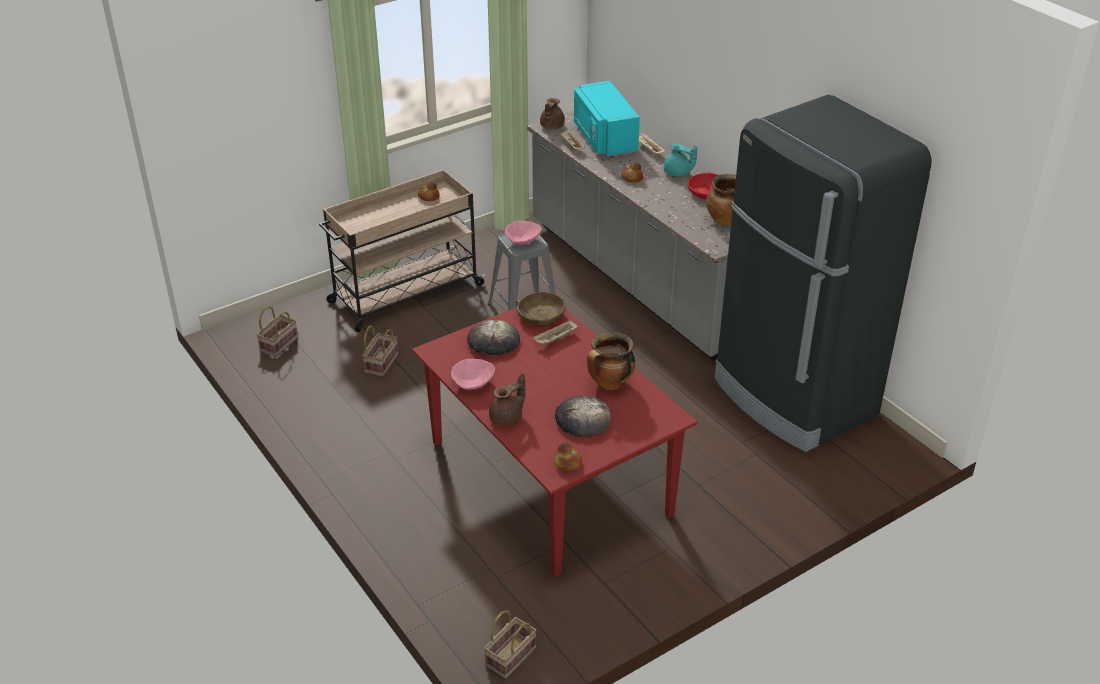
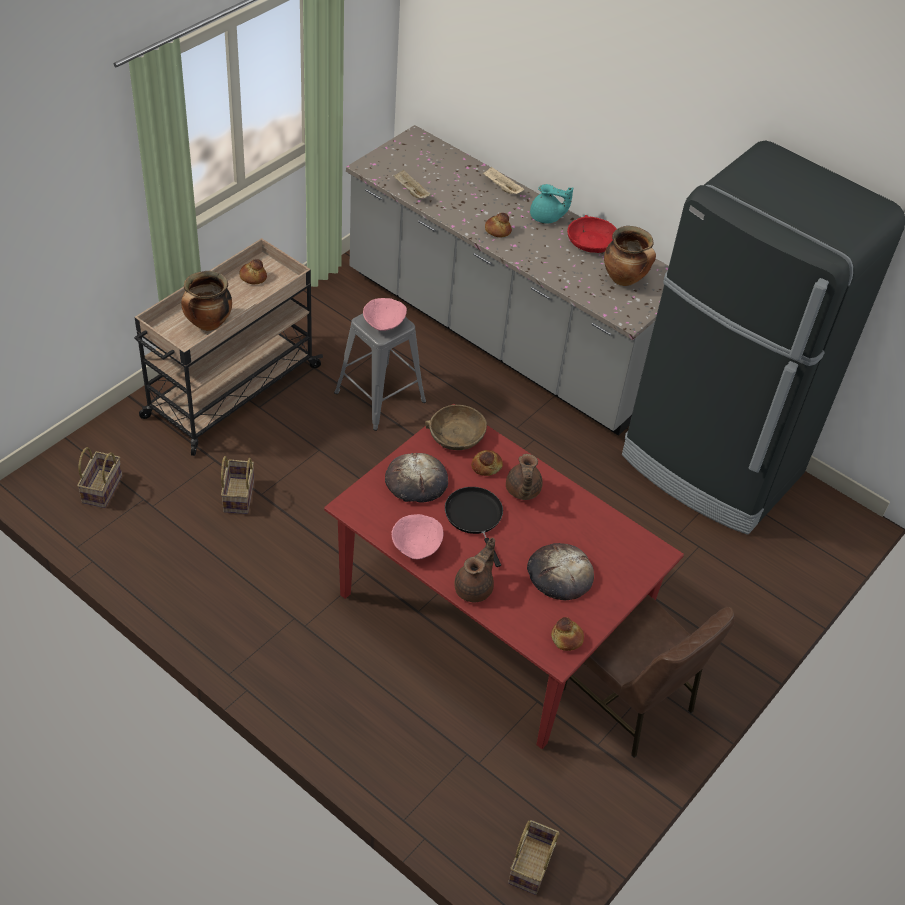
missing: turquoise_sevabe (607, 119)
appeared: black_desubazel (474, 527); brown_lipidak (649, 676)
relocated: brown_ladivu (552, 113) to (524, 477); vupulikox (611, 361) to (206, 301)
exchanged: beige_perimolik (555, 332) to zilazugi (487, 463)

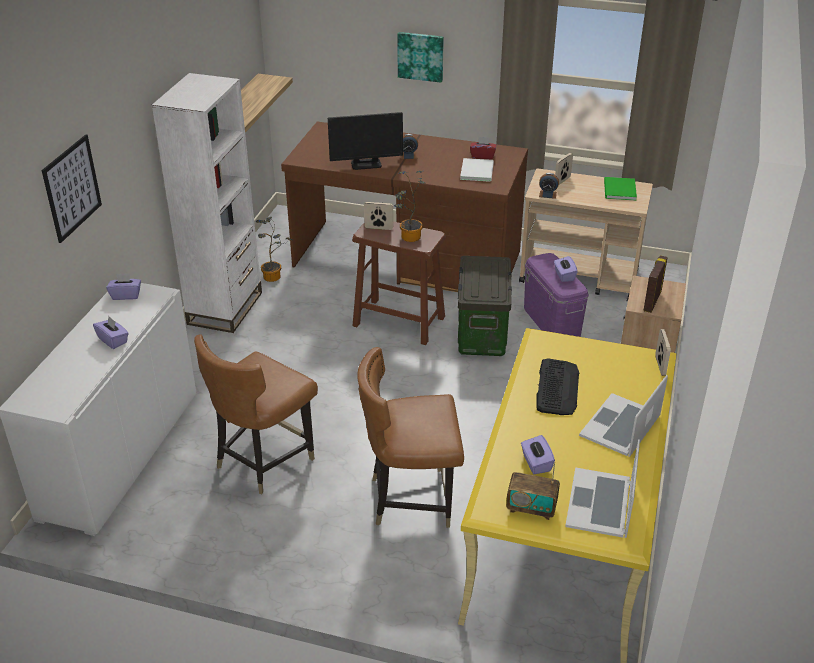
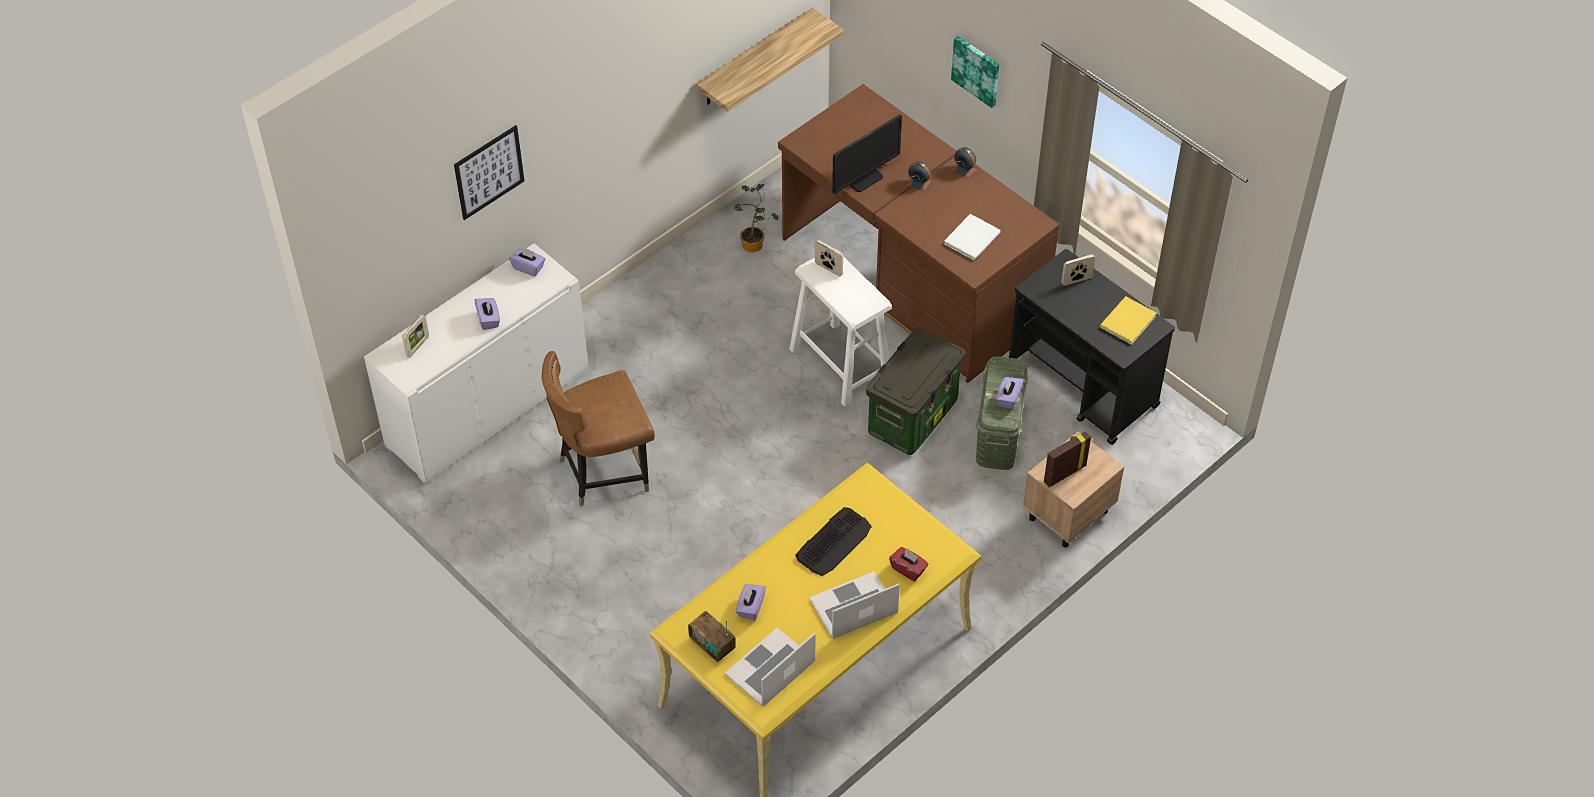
missing: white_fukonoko (207, 203); brown_lipidak (410, 437); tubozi (409, 206)
relocated: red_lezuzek (483, 147) to (908, 564); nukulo (549, 186) to (964, 162); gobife (663, 352) to (415, 335)
colour: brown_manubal (399, 283) to white_manubal (840, 327); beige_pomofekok (586, 233) to black_pomofekok (1092, 347); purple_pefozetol (556, 295) to green_pefozetol (1002, 413); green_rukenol (620, 189) to yellow_rukenol (1128, 320)
spun: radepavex (365, 141) = (867, 154) 60 degrees counterclockwise

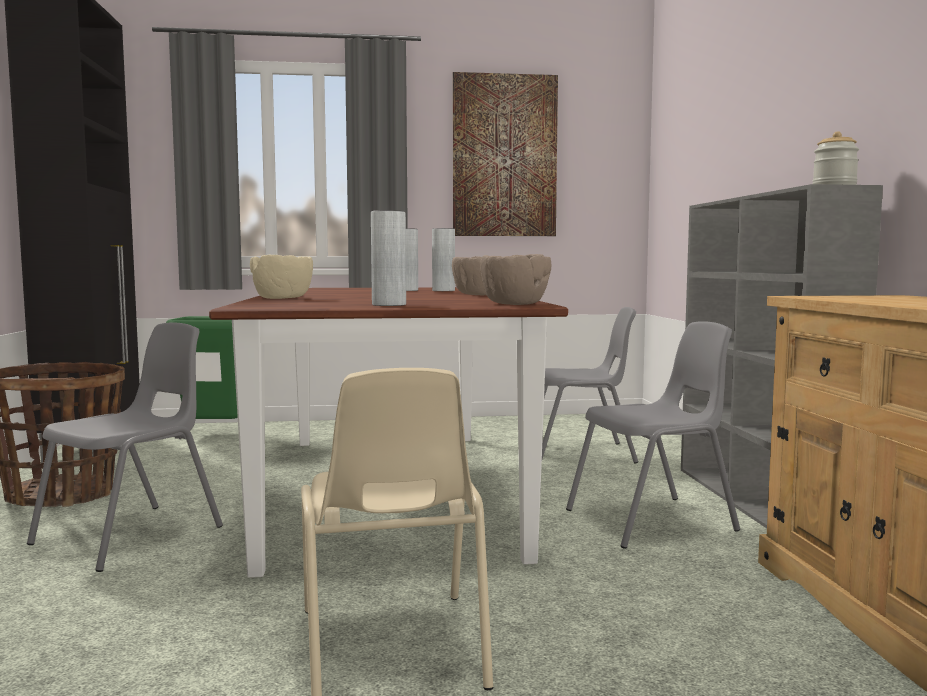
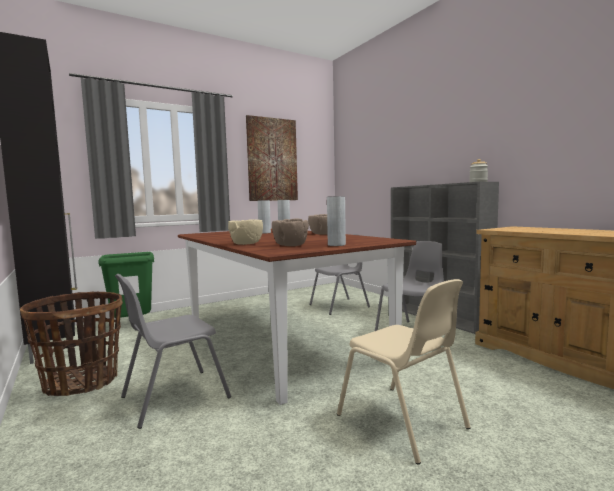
relocated: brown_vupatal (515, 279) to (290, 232)
spun: grey_lipidak (125, 447) = (173, 351) 135 degrees counterclockwise

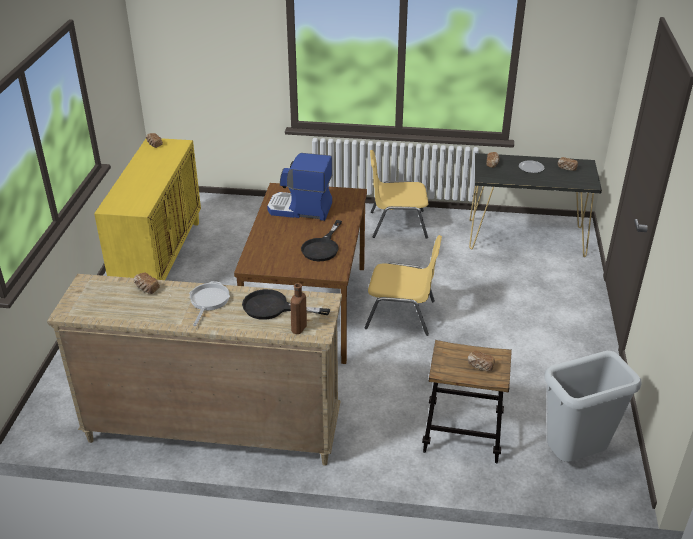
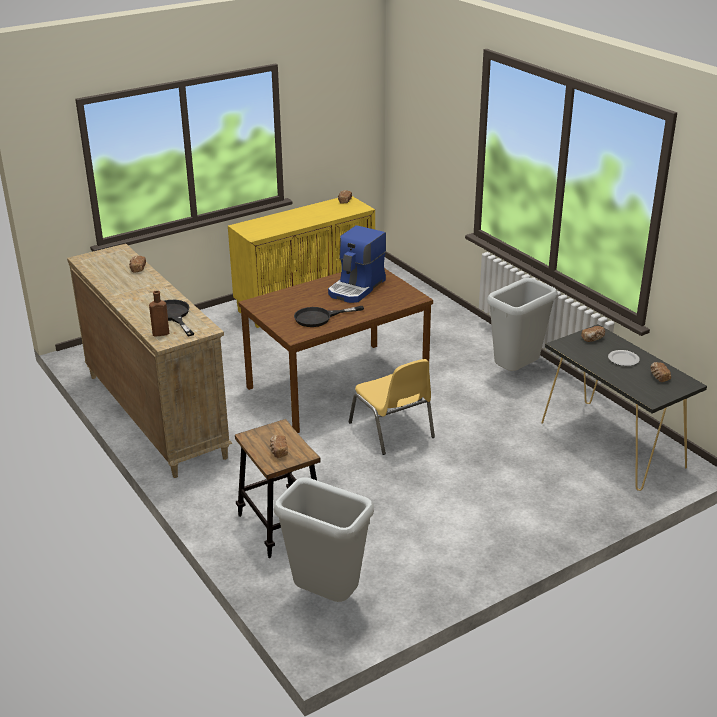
missing: desubazel (209, 303)
exchanged: yellow_lipidak (399, 194) to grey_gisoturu (522, 324)
spun: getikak (299, 187) = (357, 264) 120 degrees counterclockwise

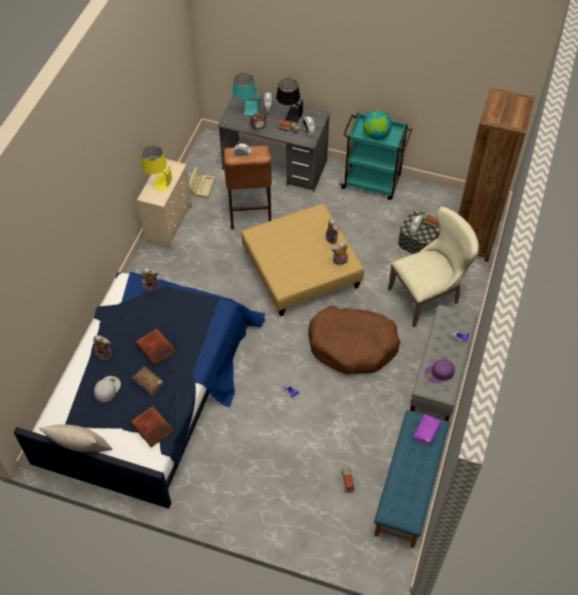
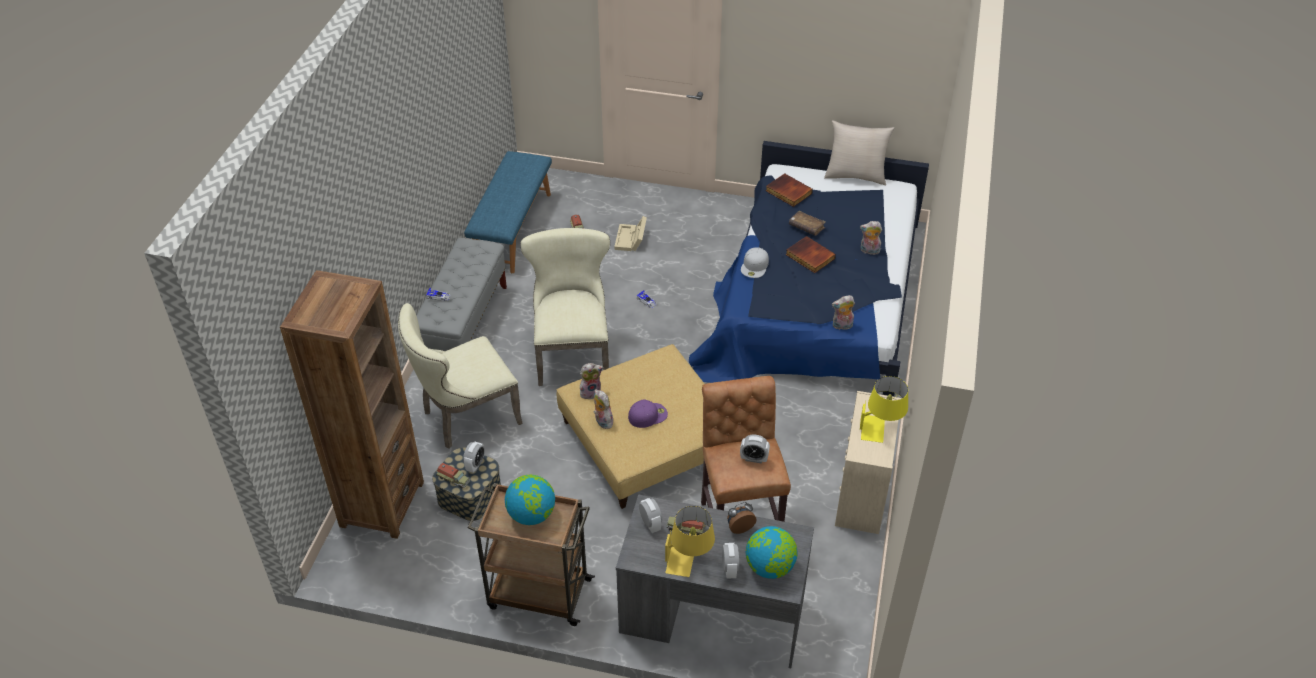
missing: purple_rukenol (427, 429)
relocated: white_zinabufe (107, 389) to (755, 262); beige_pefozetol (202, 182) to (630, 233); purple_zinabufe (439, 371) to (648, 414)
exchanged: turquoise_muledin (246, 94) to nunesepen (771, 552); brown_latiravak (354, 340) to beige_lipidak (565, 307)
colour: black_muledin (289, 100) to yellow_muledin (690, 541); turquoise_pomofekok (376, 156) to brown_pomofekok (531, 554)

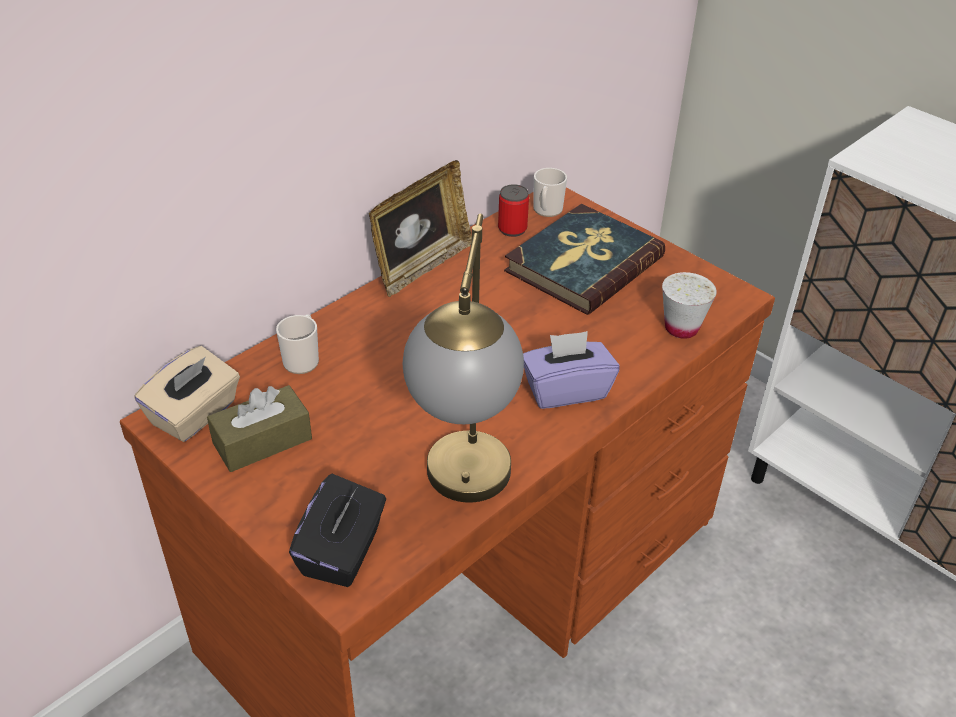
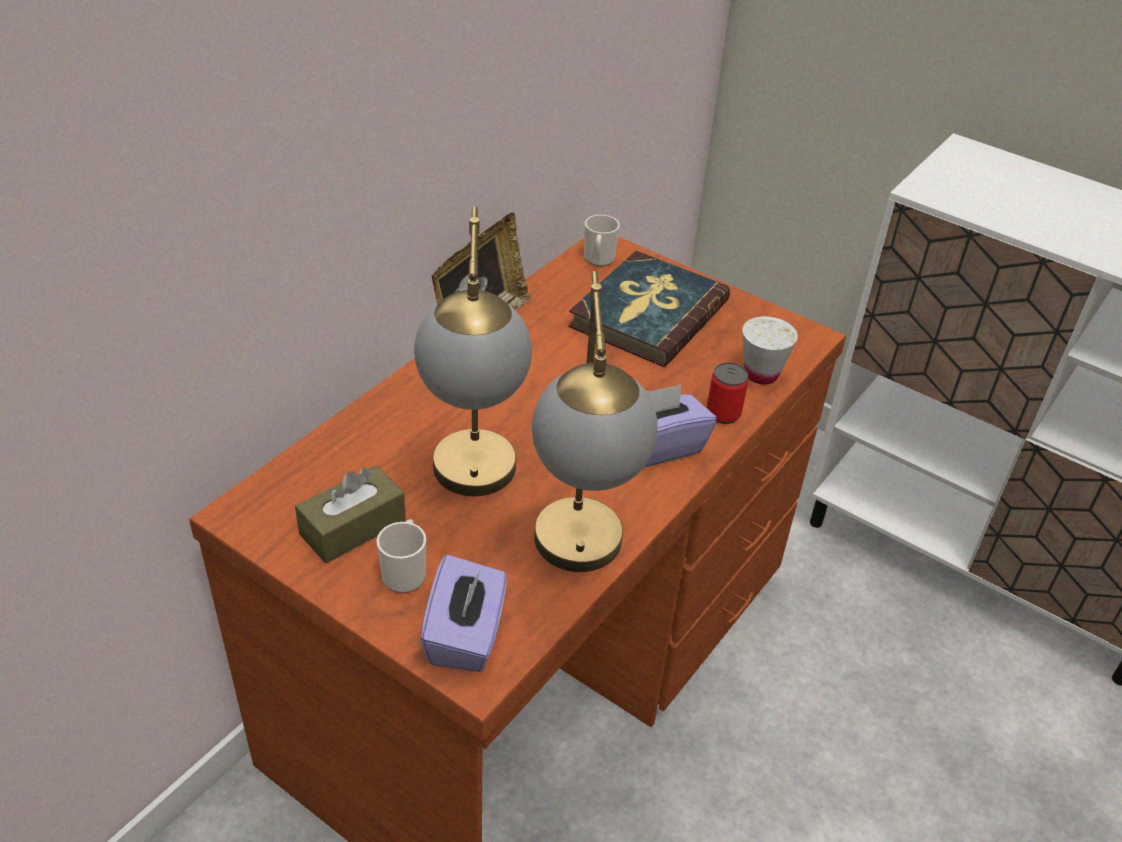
missing: beige_lezuzek (187, 394)
appeared: muledin (473, 351)
relocated: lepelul (297, 344) to (401, 556); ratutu (513, 210) to (727, 393)
colour: black_lezuzek (337, 530) to purple_lezuzek (463, 613)

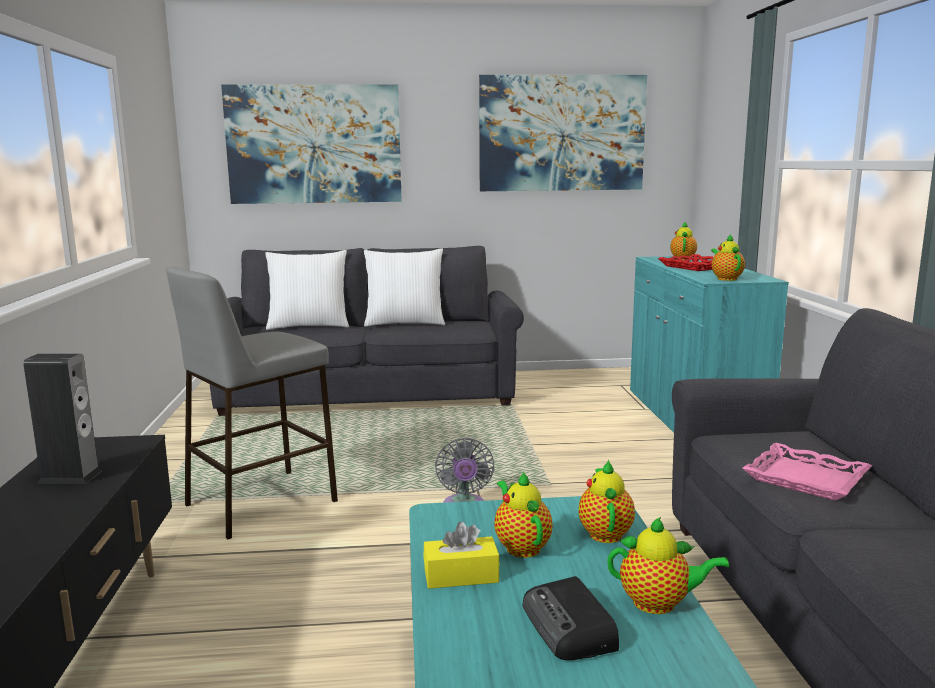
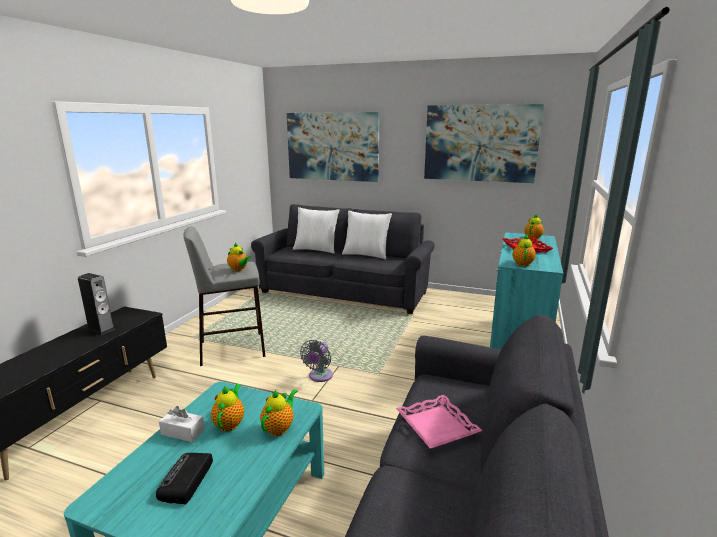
relocated: ladivu (668, 565) to (239, 257)
colour: yellow_lezuzek (461, 555) to white_lezuzek (182, 424)

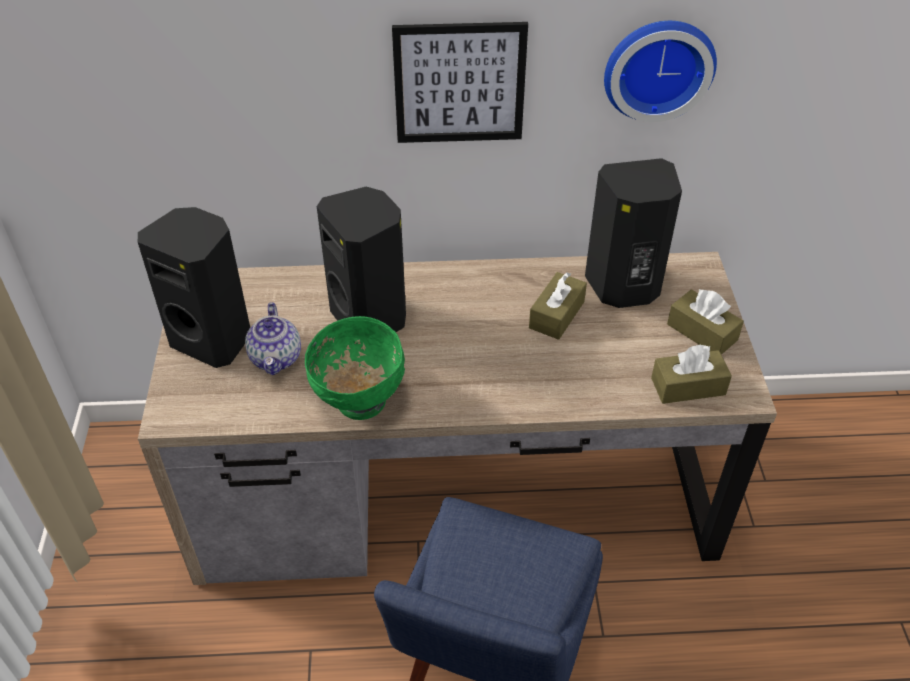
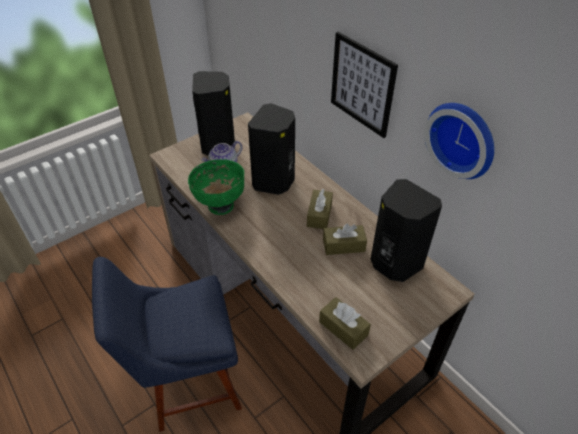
relocated: brown_lezuzek (705, 322) to (320, 209)

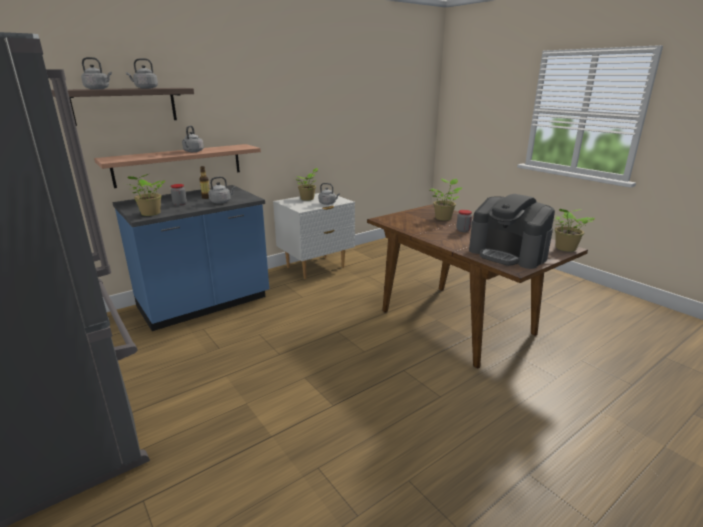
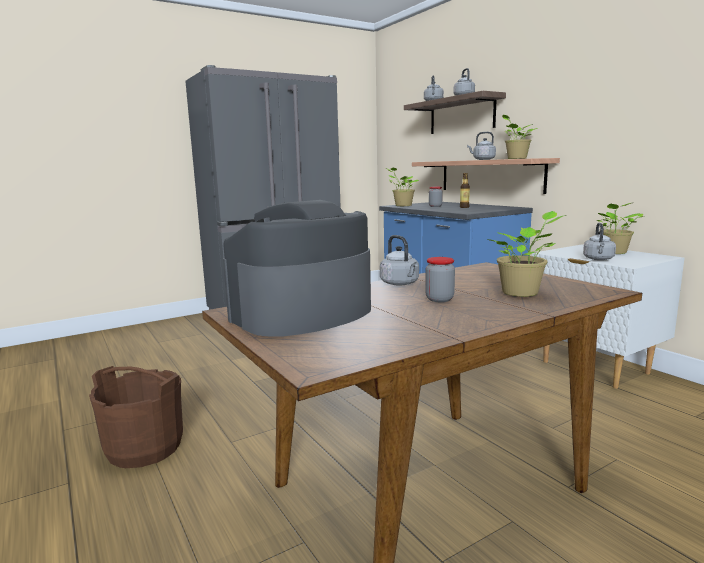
appeared: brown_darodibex (136, 417)
relocated: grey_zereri (222, 190) to (399, 260); tubozi (574, 230) to (520, 136)

